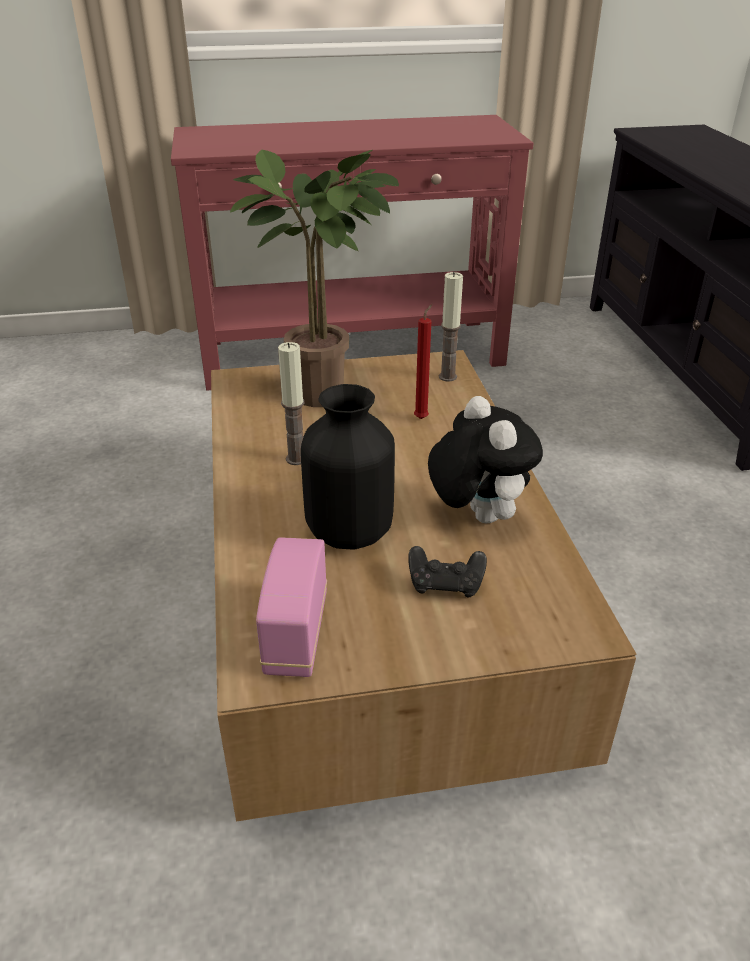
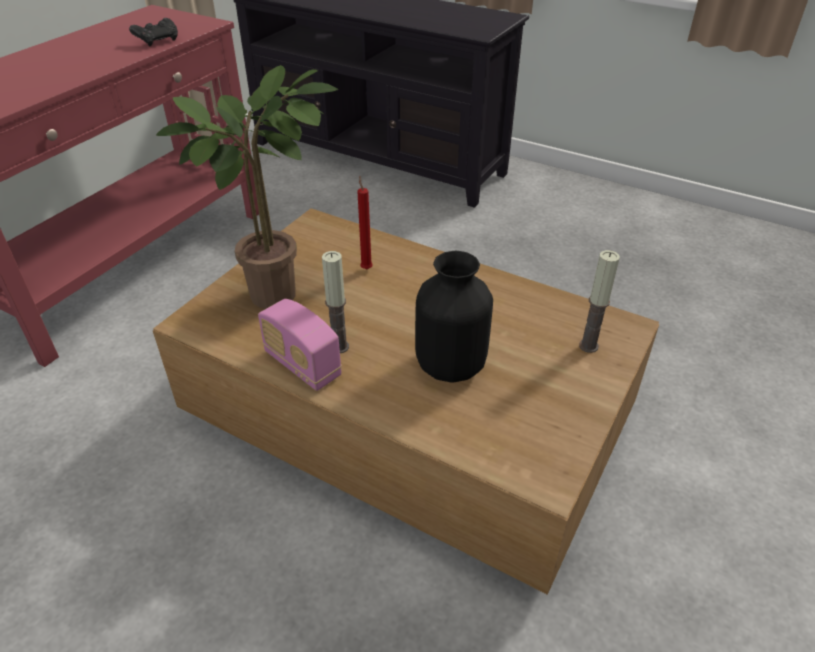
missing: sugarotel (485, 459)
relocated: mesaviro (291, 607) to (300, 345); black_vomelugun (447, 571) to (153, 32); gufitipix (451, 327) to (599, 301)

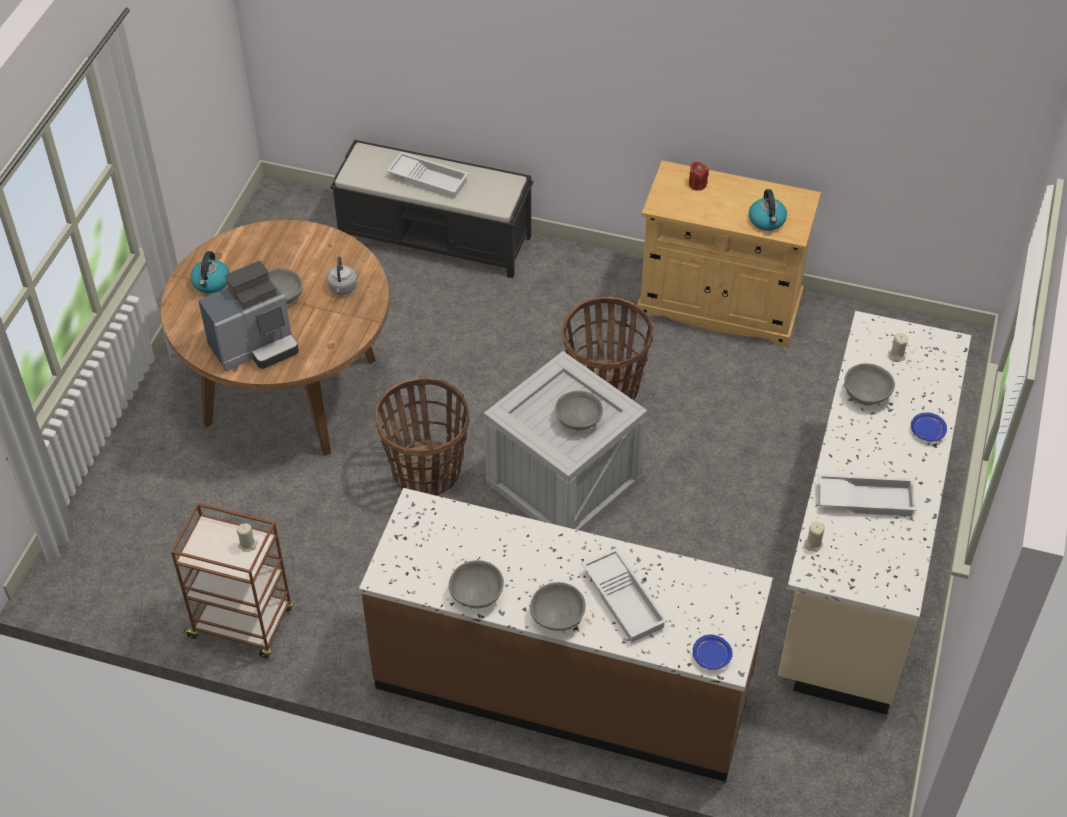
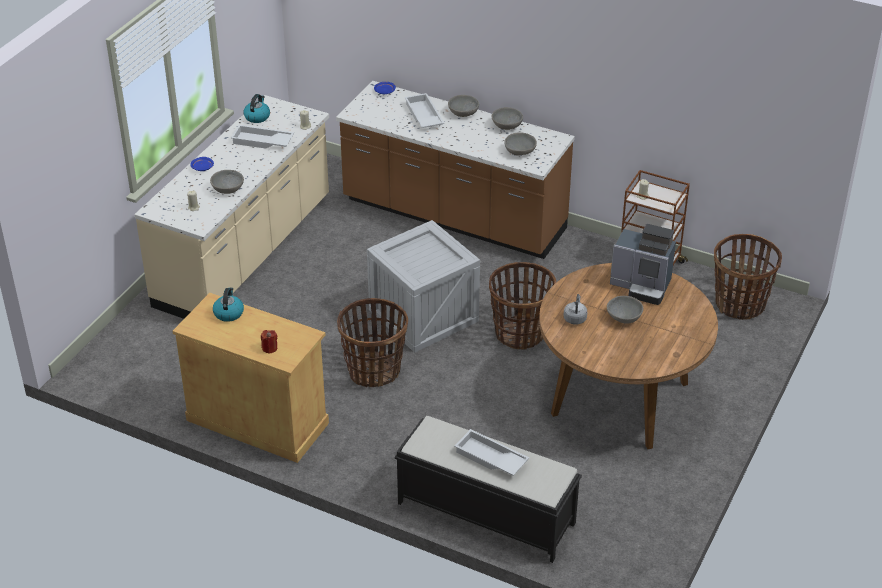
appeared: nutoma (748, 277)
relocated: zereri (210, 272) to (257, 108); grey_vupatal (579, 410) to (520, 144)
spun: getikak (248, 316) = (643, 264) 135 degrees counterclockwise

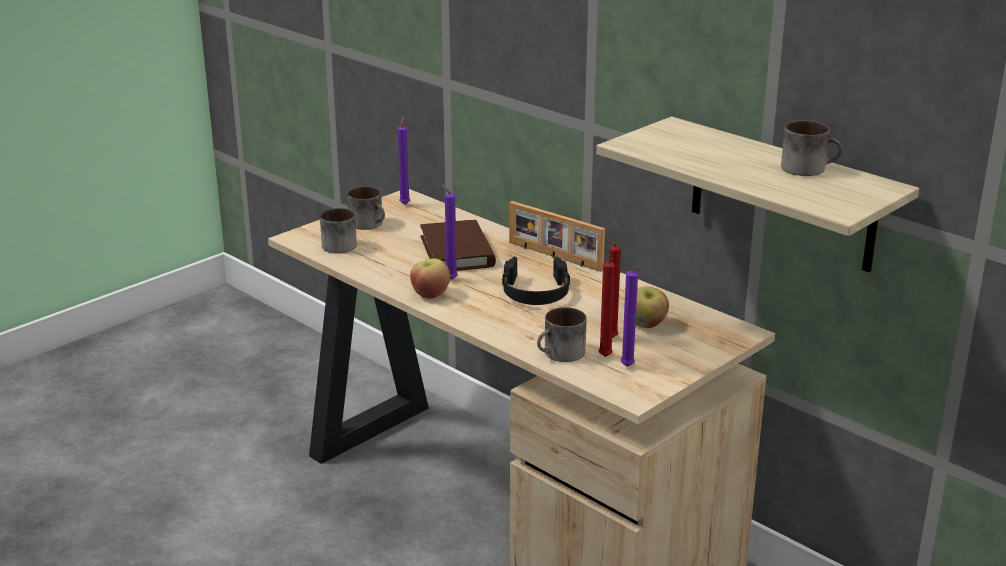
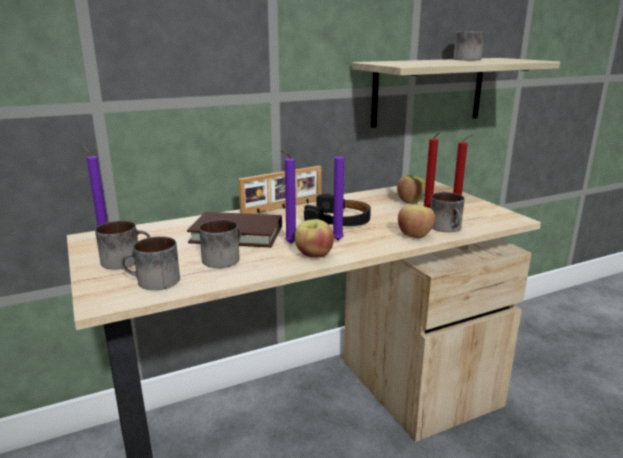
appeared: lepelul (220, 244); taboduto (416, 221)
relocated: purple_gufitipix (633, 315) to (339, 193)

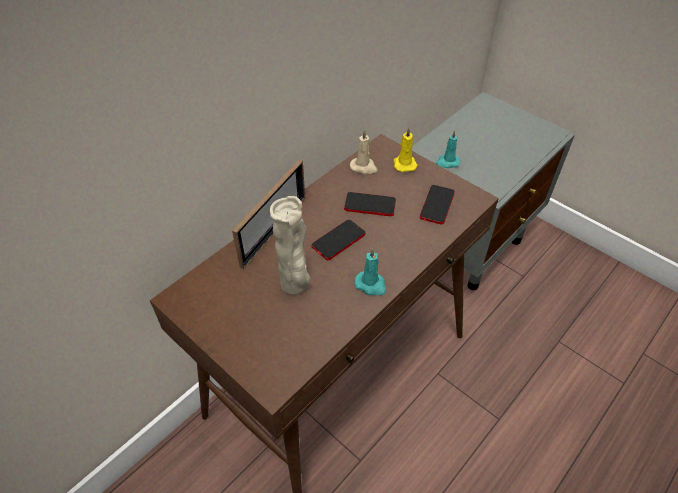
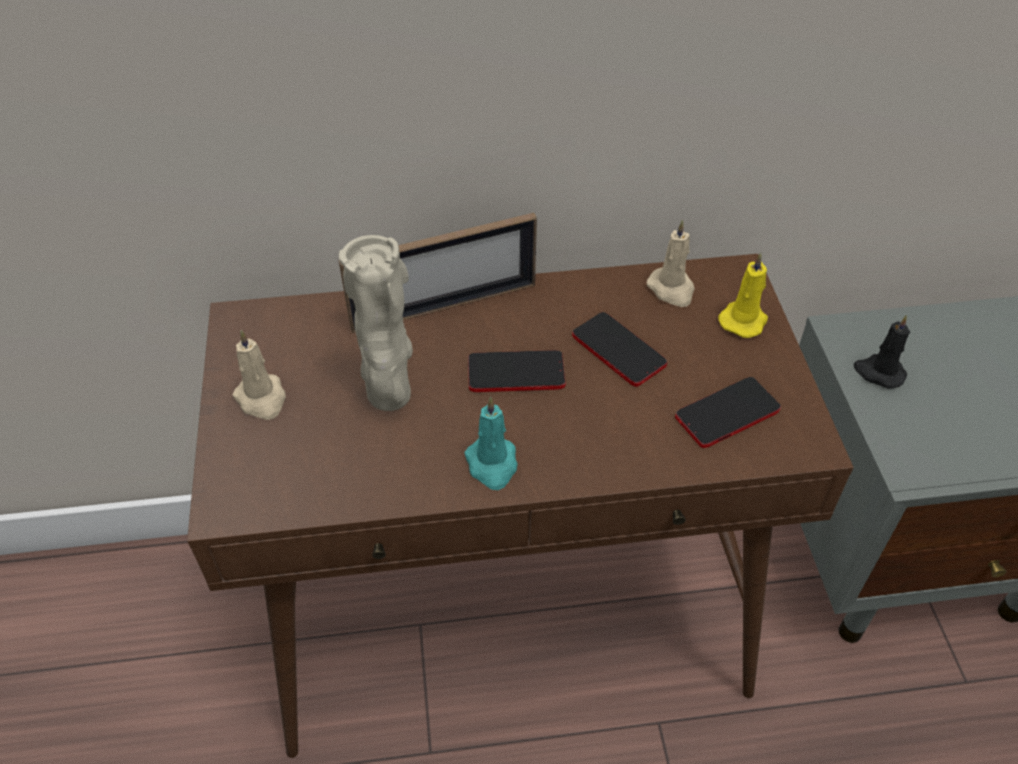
appeared: beige_gufitipix (259, 375)
colour: turquoise_gufitipix (448, 149) to black_gufitipix (882, 352)

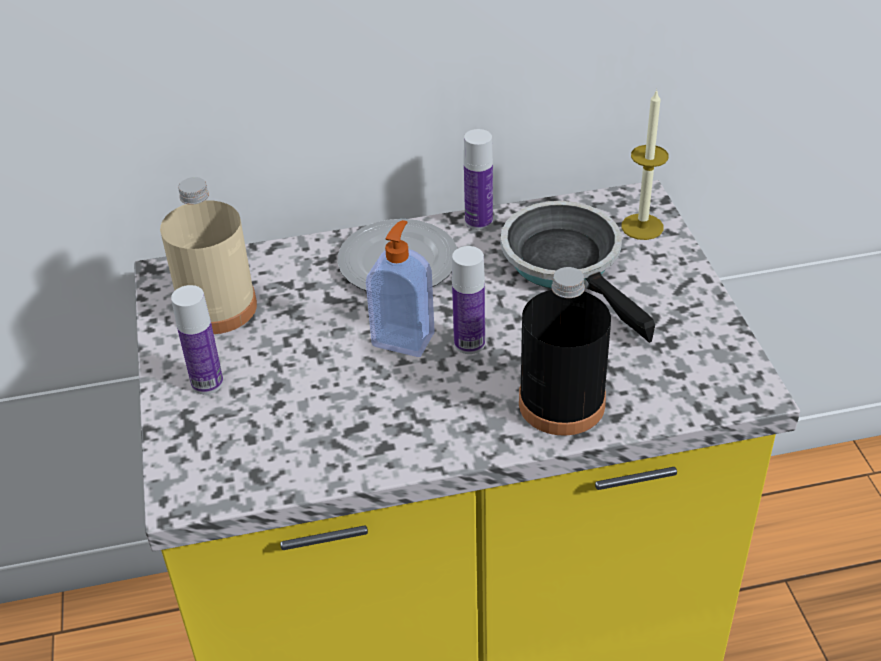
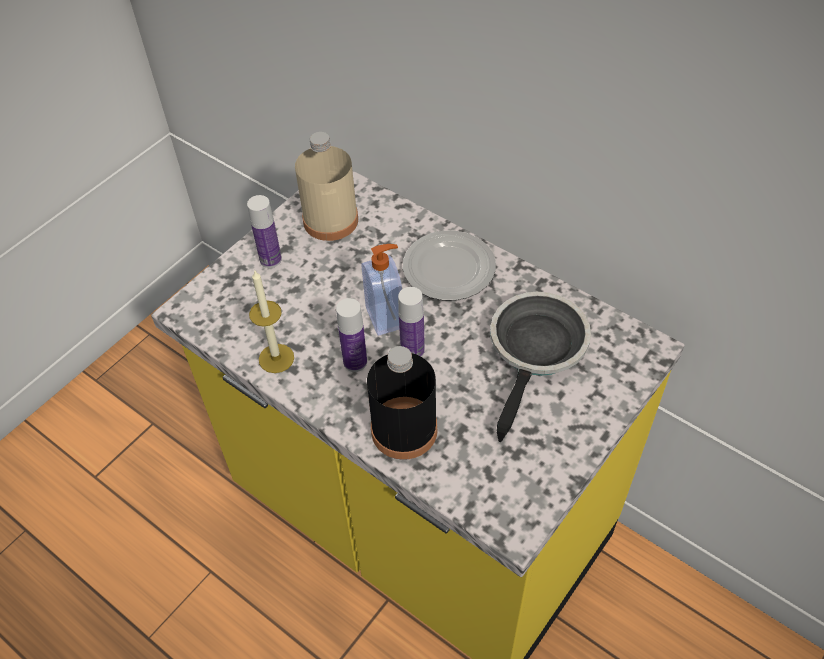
relocated: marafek (478, 179) to (351, 335); gufitipix (645, 164) to (271, 322)

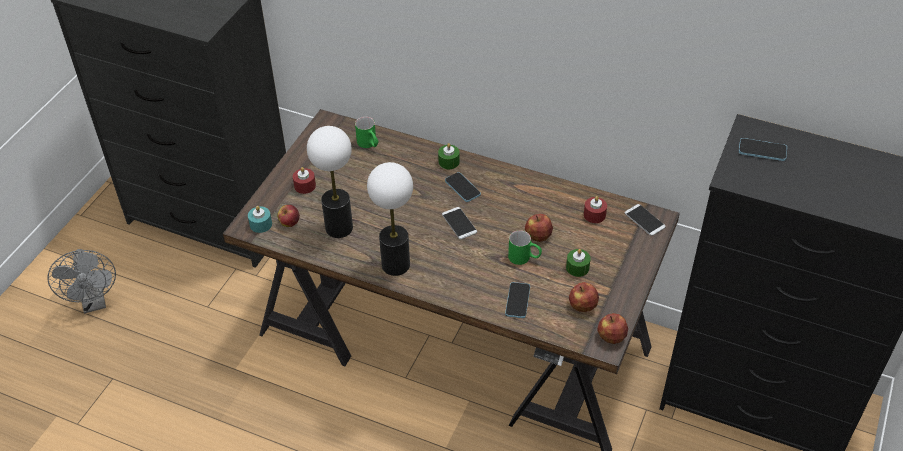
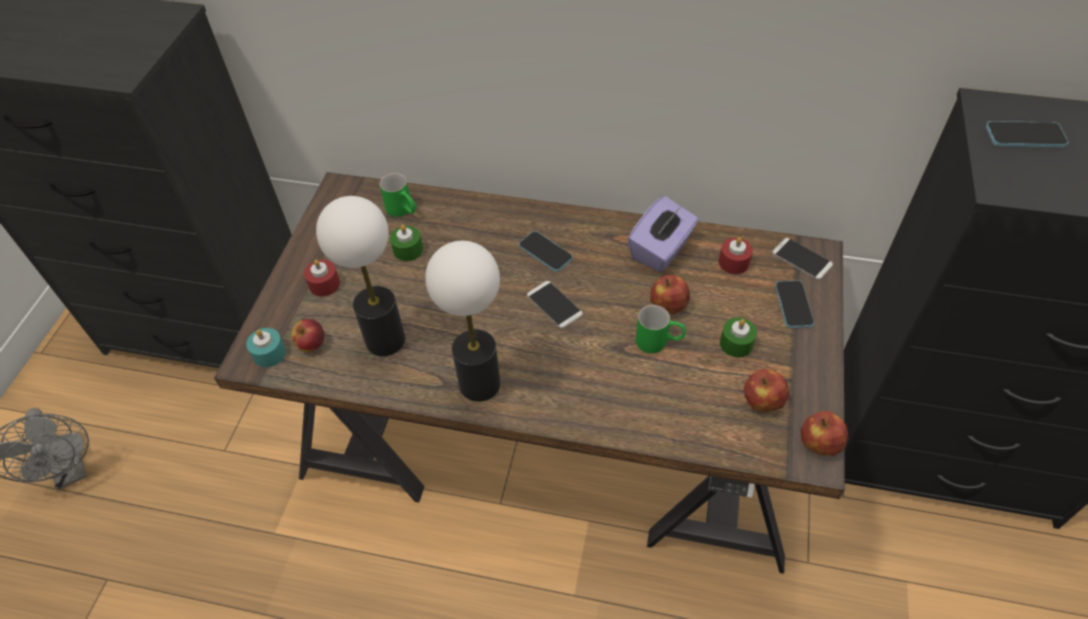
appeared: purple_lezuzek (663, 234)
relocated: green_gufitipix (449, 156) to (406, 243); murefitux (517, 300) to (794, 304)

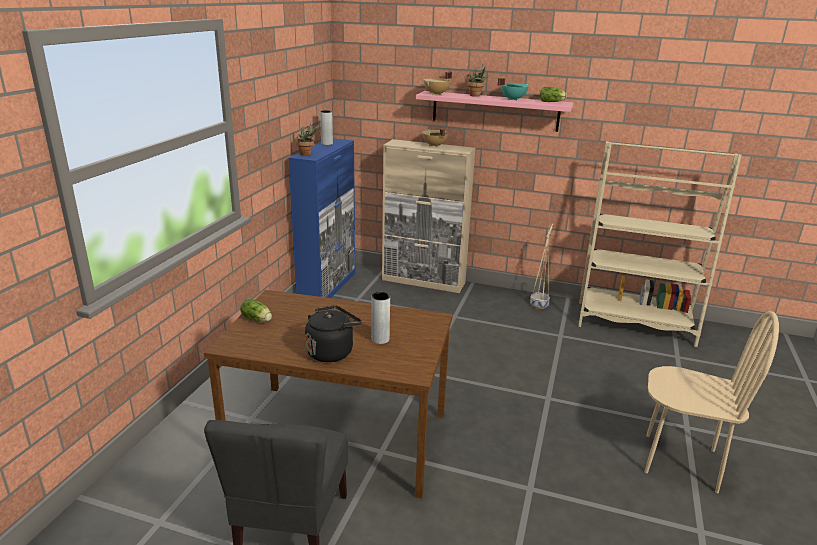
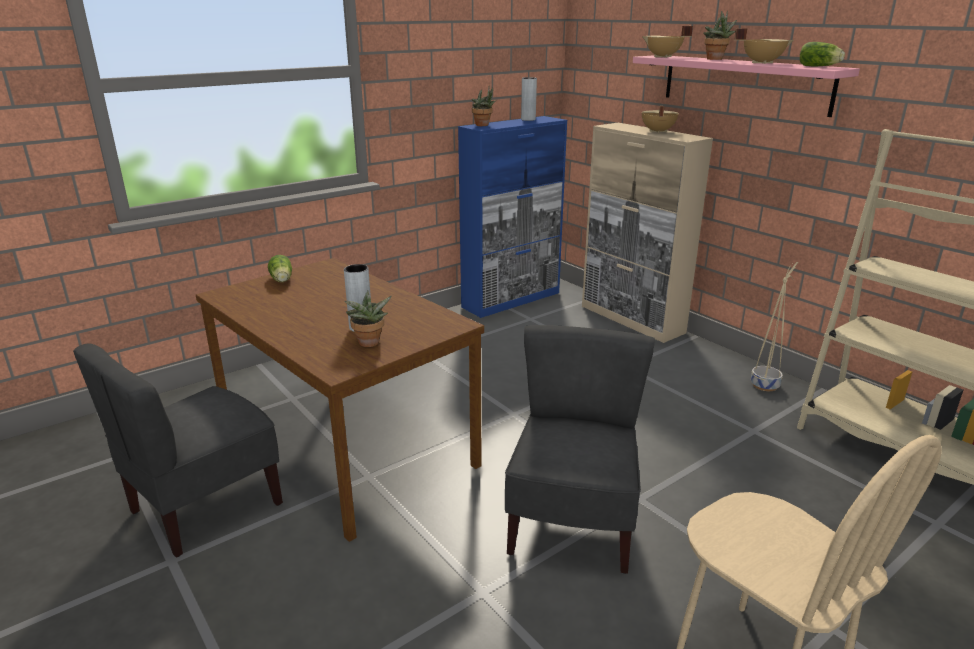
missing: black_zereri (333, 333)
appeared: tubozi (368, 318); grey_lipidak (580, 449)
colour: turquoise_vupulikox (513, 89) to beige_vupulikox (764, 46)

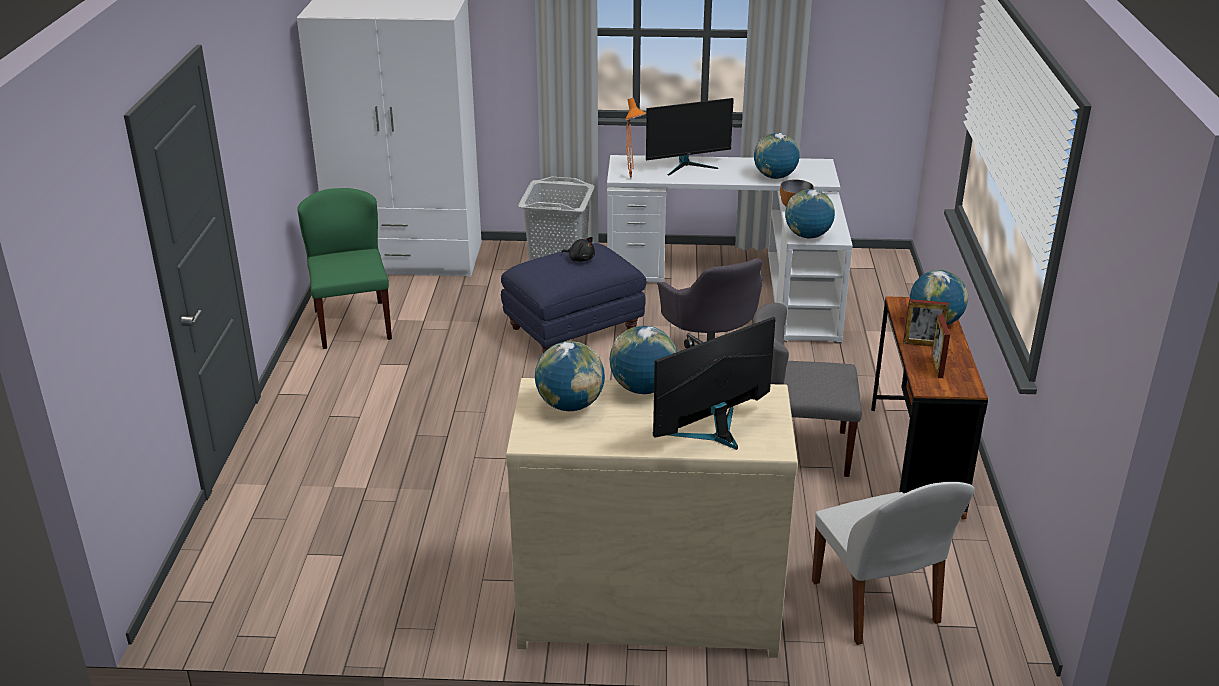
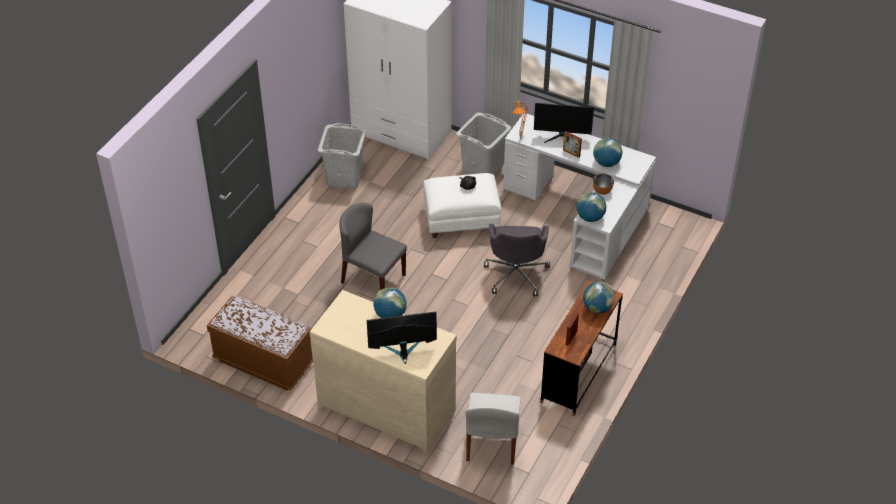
missing: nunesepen (570, 376)
appeared: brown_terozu (260, 343)
relocated: grey_lipidak (807, 390) to (373, 246); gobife (926, 323) to (572, 144)
exchanged: green_lipidak (344, 268) to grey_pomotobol (342, 156)
colour: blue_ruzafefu (573, 298) to white_ruzafefu (462, 205)

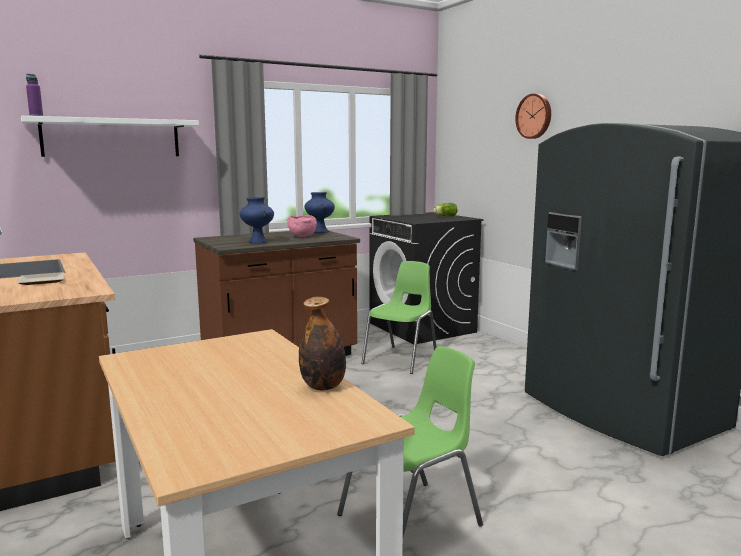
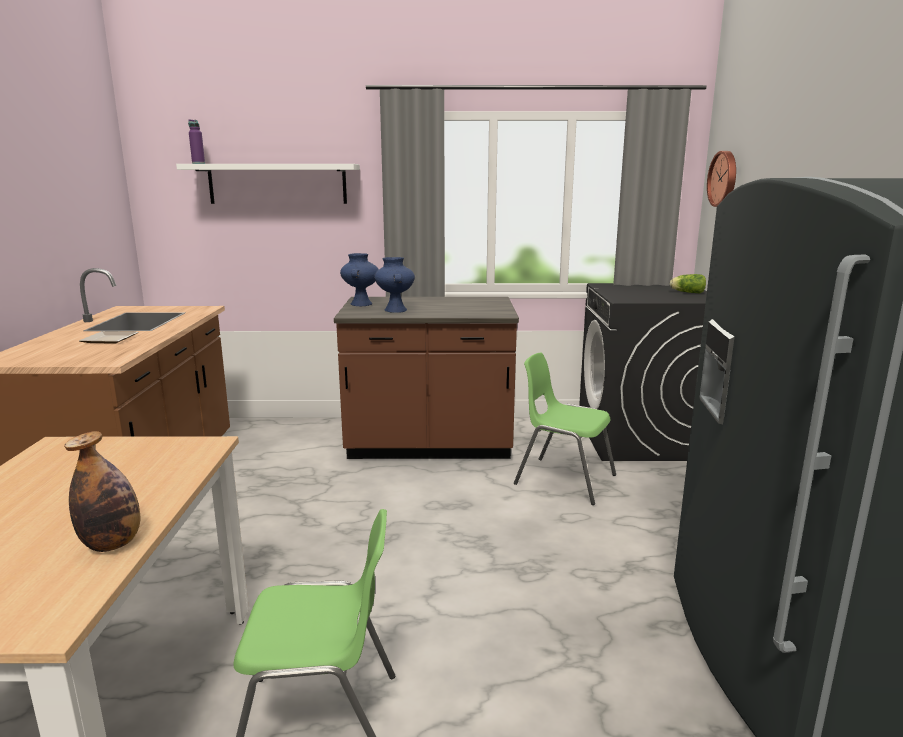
missing: pink_vupatal (302, 226)
relocated: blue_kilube (319, 212) to (359, 279); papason (533, 116) to (721, 179)
spun: green_lipidak (399, 317) = (565, 429) 120 degrees counterclockwise

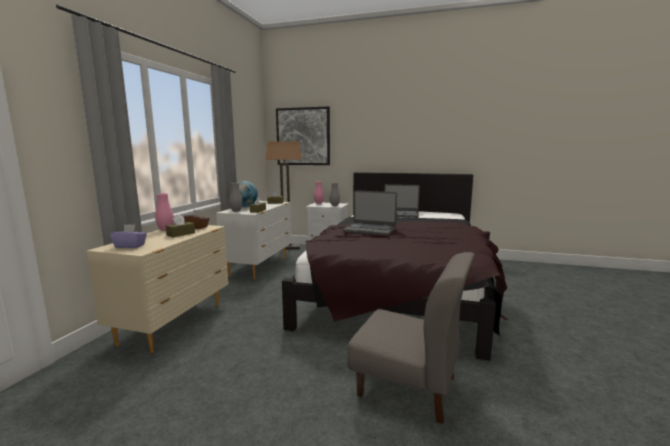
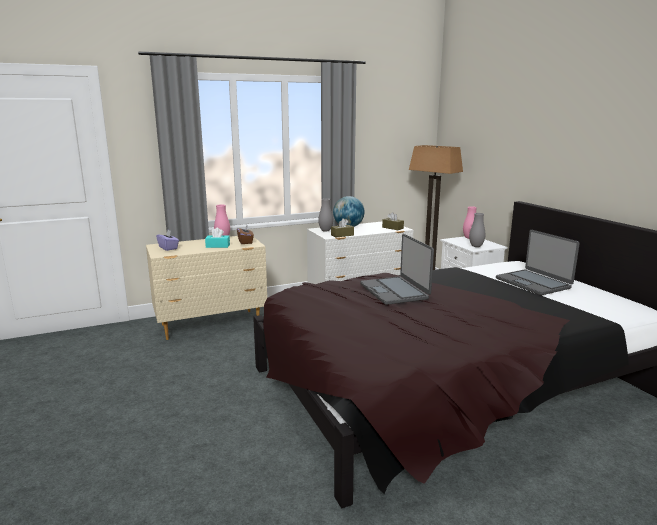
missing: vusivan (303, 135); grey_lipidak (411, 338)
colour: brown_lezuzek (180, 225) to turquoise_lezuzek (217, 237)

